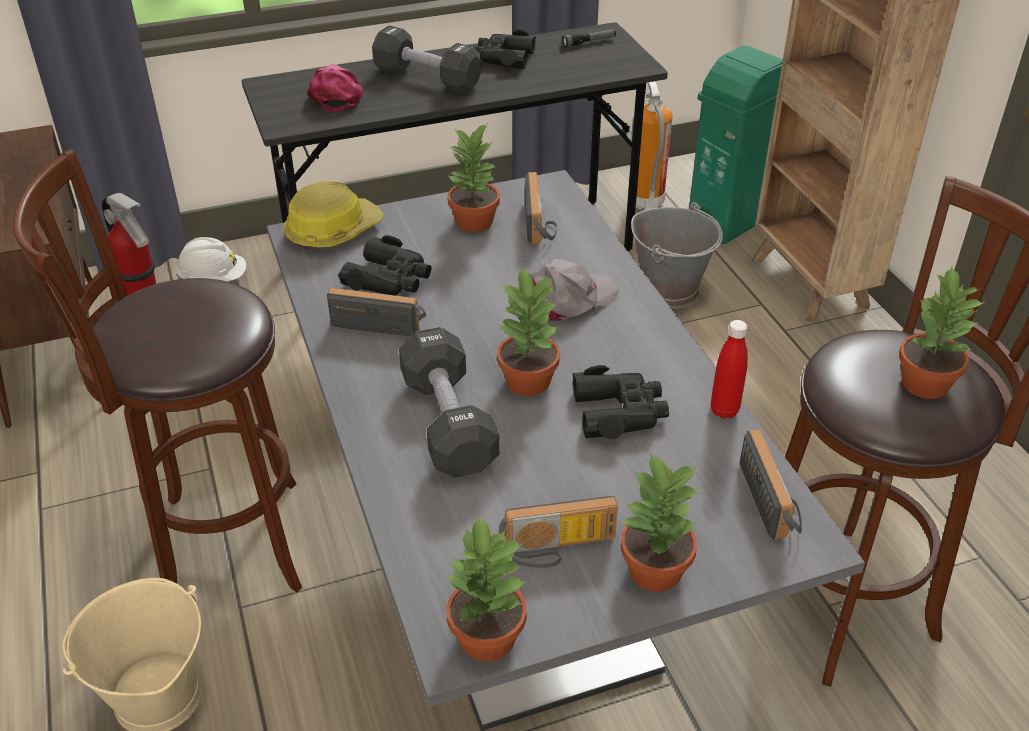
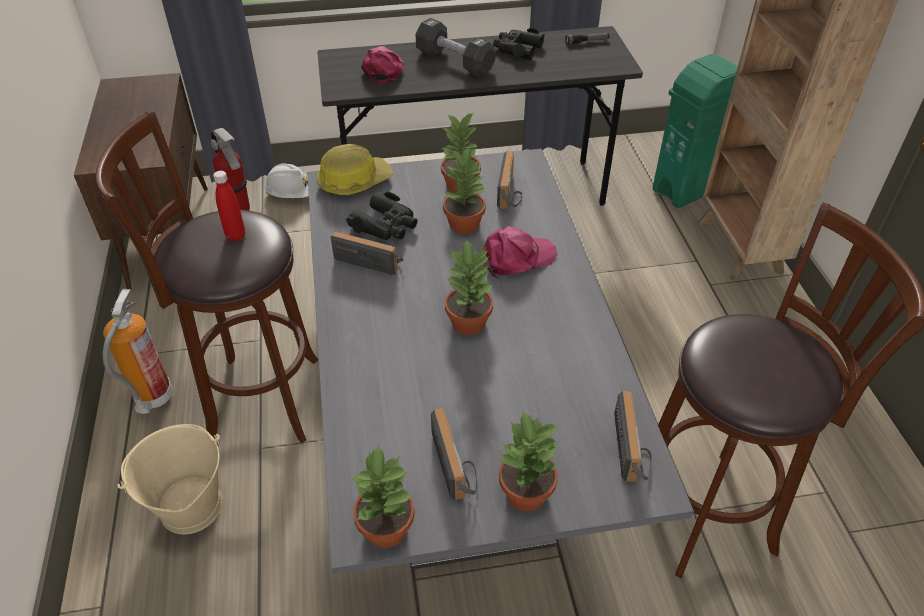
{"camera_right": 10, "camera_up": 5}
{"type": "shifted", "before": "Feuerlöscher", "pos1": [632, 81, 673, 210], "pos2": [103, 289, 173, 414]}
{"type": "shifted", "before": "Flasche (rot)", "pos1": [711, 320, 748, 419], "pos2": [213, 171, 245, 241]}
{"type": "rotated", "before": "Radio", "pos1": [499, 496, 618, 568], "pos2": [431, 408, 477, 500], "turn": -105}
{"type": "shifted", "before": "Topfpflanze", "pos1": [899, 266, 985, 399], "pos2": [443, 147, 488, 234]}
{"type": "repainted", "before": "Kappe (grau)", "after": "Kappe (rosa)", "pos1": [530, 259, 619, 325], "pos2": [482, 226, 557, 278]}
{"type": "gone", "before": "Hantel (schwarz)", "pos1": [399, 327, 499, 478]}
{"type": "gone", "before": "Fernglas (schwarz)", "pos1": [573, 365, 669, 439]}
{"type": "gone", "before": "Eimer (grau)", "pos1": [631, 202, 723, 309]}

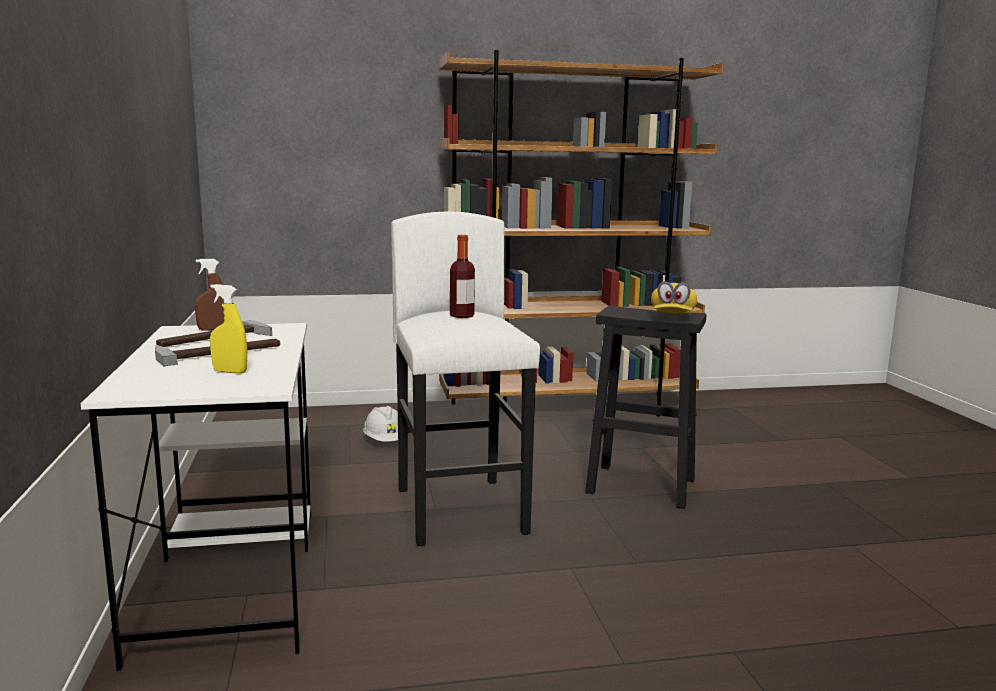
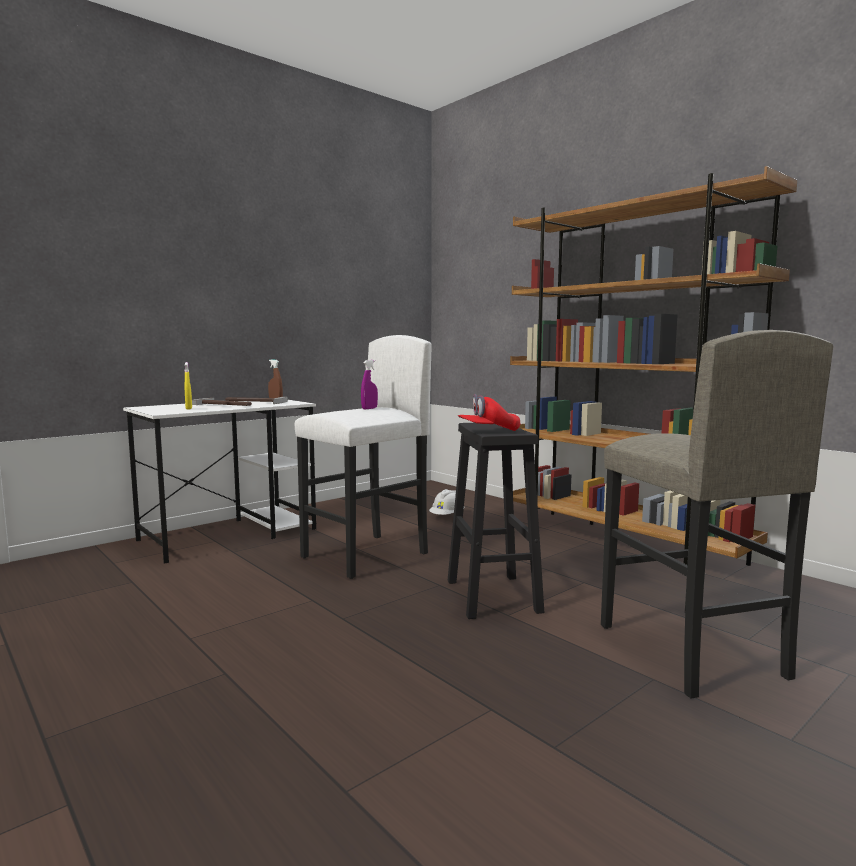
{"camera_right": 60, "camera_up": -5}
{"type": "swapped", "before": "Flasche", "after": "Sprühflasche (lila)", "pos1": [450, 235, 475, 318], "pos2": [361, 360, 378, 409]}
{"type": "repainted", "before": "Kappe (gelb)", "after": "Kappe (rot)", "pos1": [651, 281, 697, 313], "pos2": [458, 394, 520, 431]}
{"type": "new", "after": "Hocker (grau)", "pos2": [601, 330, 833, 699]}

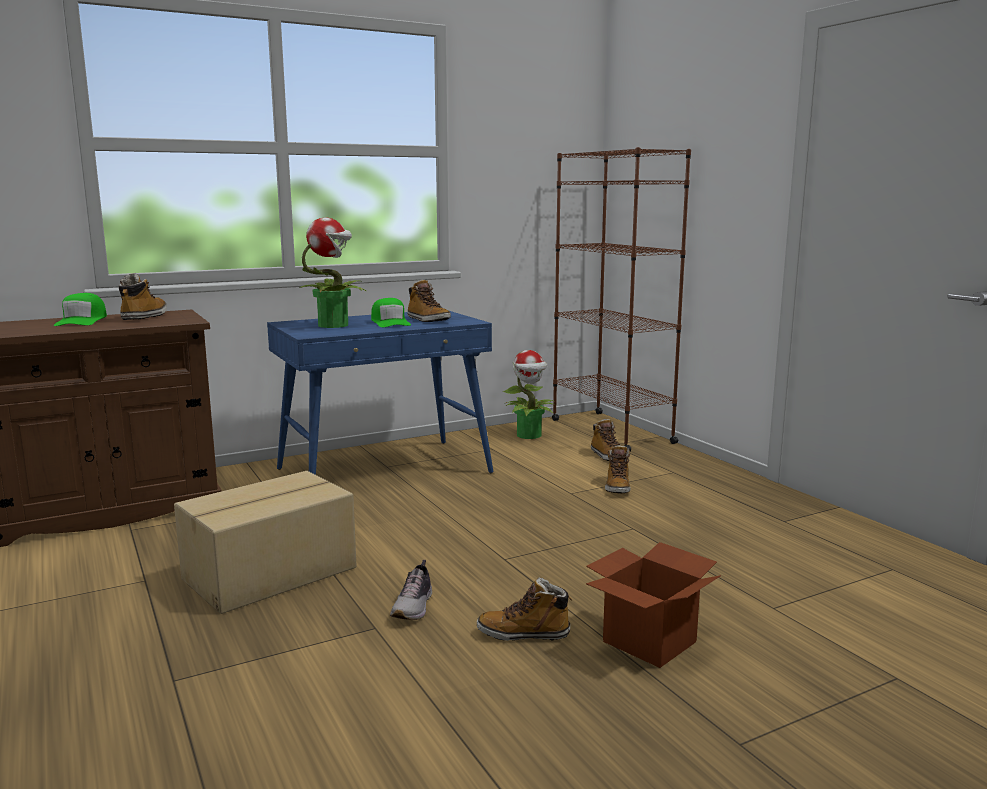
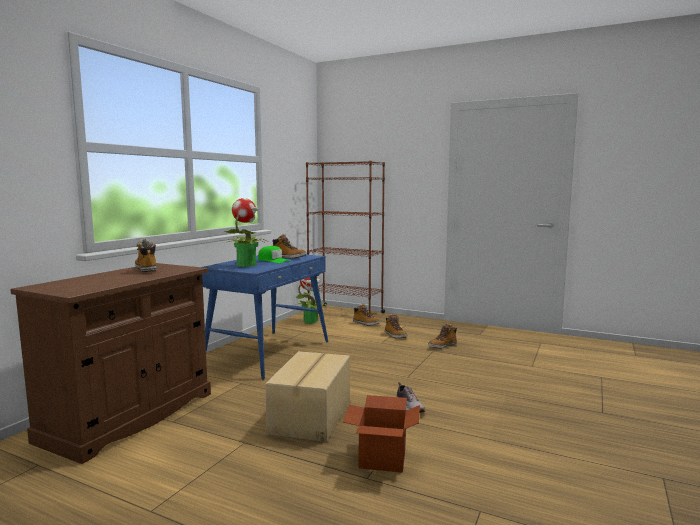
{"camera_right": -35, "camera_up": -5}
{"type": "shifted", "before": "Karton", "pos1": [586, 542, 721, 668], "pos2": [343, 395, 420, 473]}
{"type": "shifted", "before": "Stiefel", "pos1": [477, 578, 573, 641], "pos2": [428, 323, 457, 349]}
{"type": "gone", "before": "Kappe (grün)", "pos1": [54, 293, 107, 326]}

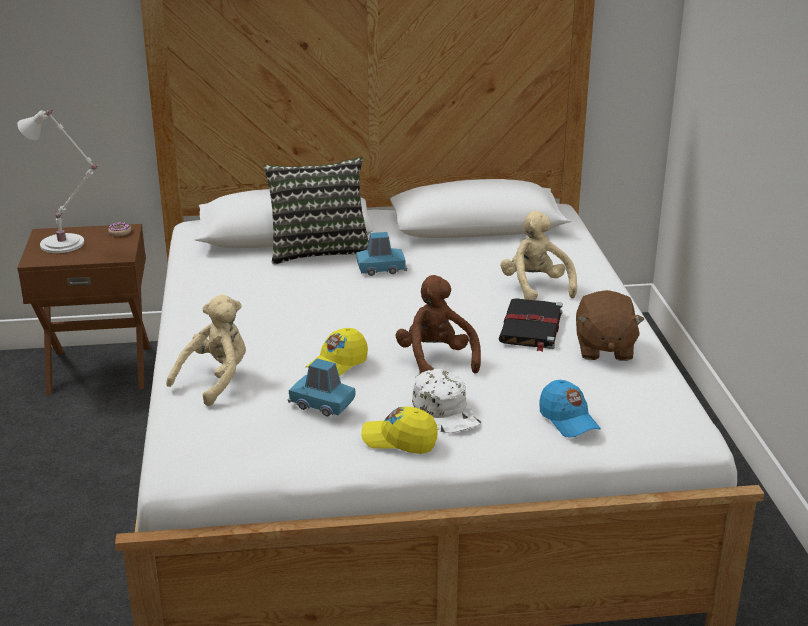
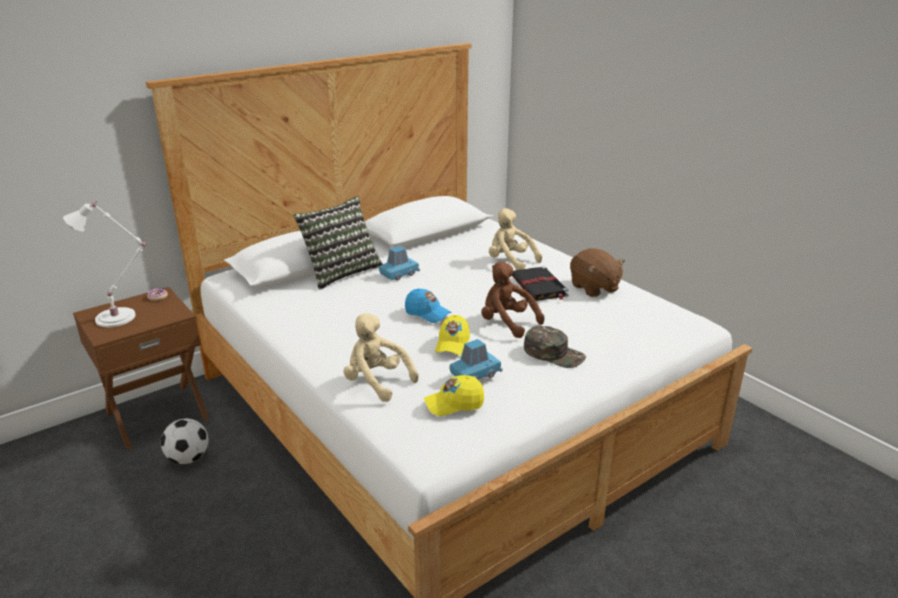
{"camera_right": -30, "camera_up": 0}
{"type": "new", "after": "Fußball", "pos2": [161, 419, 208, 464]}
{"type": "rotated", "before": "Plüschtier (beige)", "pos1": [166, 294, 246, 406], "pos2": [343, 313, 419, 402], "turn": -60}
{"type": "shifted", "before": "Kappe (blau)", "pos1": [539, 380, 601, 438], "pos2": [405, 289, 452, 323]}
{"type": "shifted", "before": "Kappe (gelb)", "pos1": [361, 406, 438, 454], "pos2": [424, 375, 484, 416]}
{"type": "rotated", "before": "Spielzeugauto (blau)", "pos1": [288, 359, 355, 417], "pos2": [450, 339, 503, 380], "turn": 150}
{"type": "repainted", "before": "Kappe (weiß)", "after": "Kappe (grün)", "pos1": [412, 369, 481, 433], "pos2": [524, 326, 586, 368]}

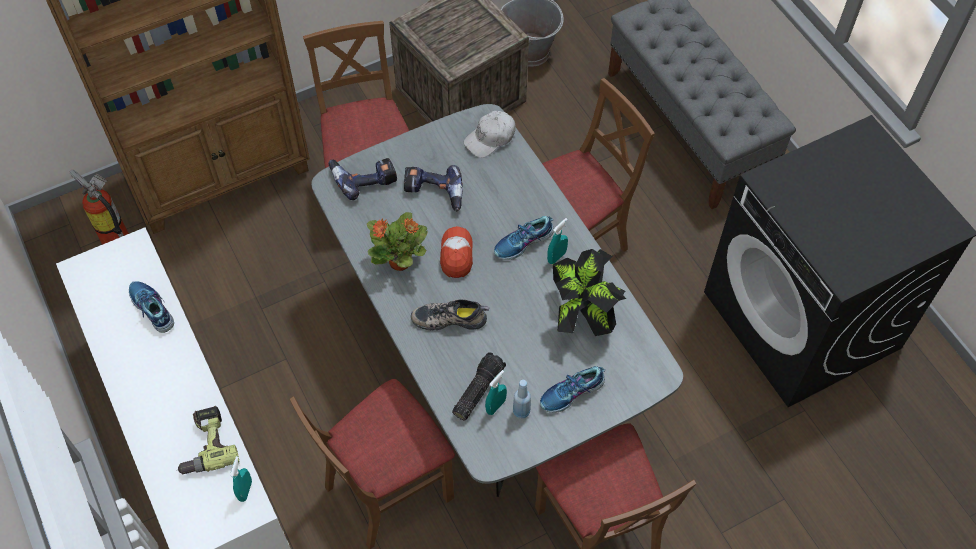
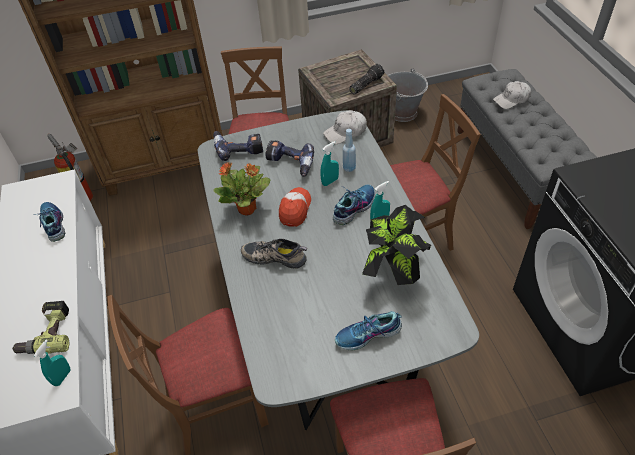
{"camera_right": 15, "camera_up": -10}
{"type": "shifted", "before": "Sprühflasche (türkis)", "pos1": [485, 370, 507, 415], "pos2": [320, 141, 339, 186]}
{"type": "rotated", "before": "Schuh", "pos1": [494, 216, 554, 260], "pos2": [333, 185, 375, 225], "turn": 150}
{"type": "shifted", "before": "Flasche (blau)", "pos1": [513, 380, 531, 419], "pos2": [343, 129, 356, 172]}
{"type": "shifted", "before": "Taschenlampe", "pos1": [452, 352, 506, 421], "pos2": [349, 64, 384, 95]}
{"type": "new", "after": "Kappe (weiß)", "pos2": [493, 81, 531, 109]}

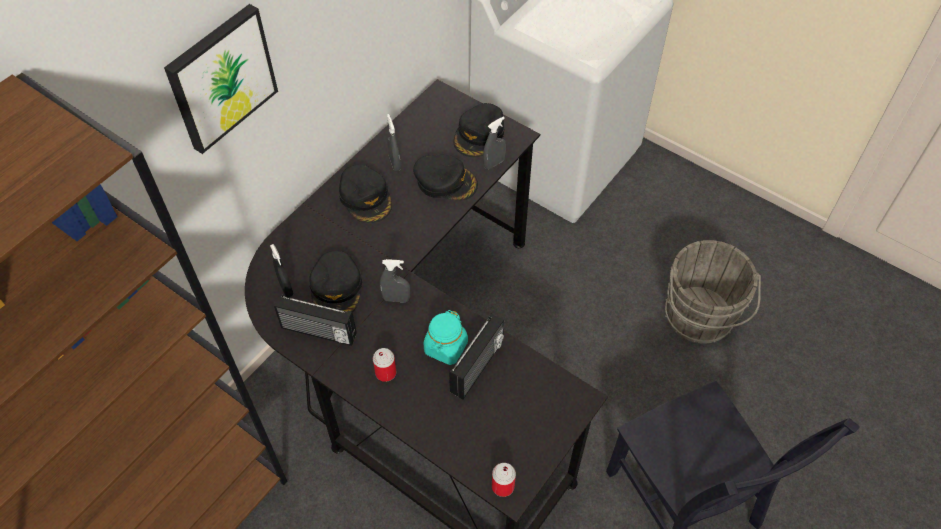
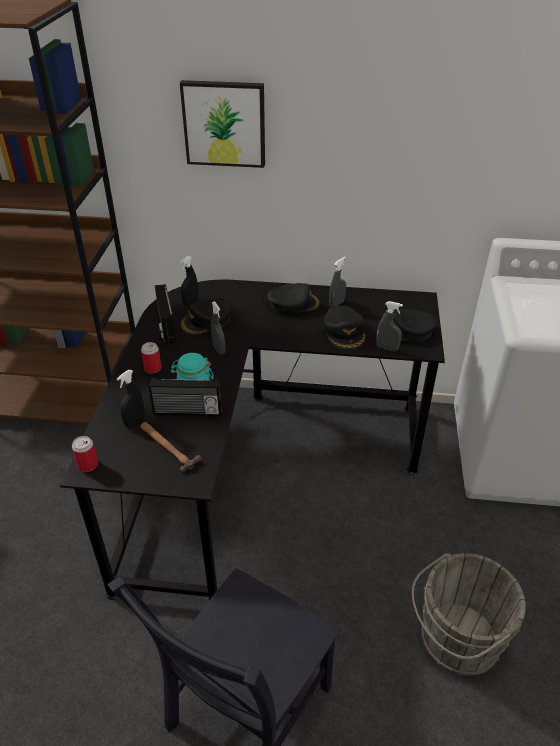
{"camera_right": 60, "camera_up": -15}
{"type": "new", "after": "Sprühflasche (schwarz)", "pos2": [117, 370, 144, 427]}
{"type": "new", "after": "Hammer", "pos2": [140, 422, 202, 472]}
{"type": "rotated", "before": "Kappe (schwarz)", "pos1": [339, 164, 392, 224], "pos2": [267, 283, 321, 315], "turn": -135}

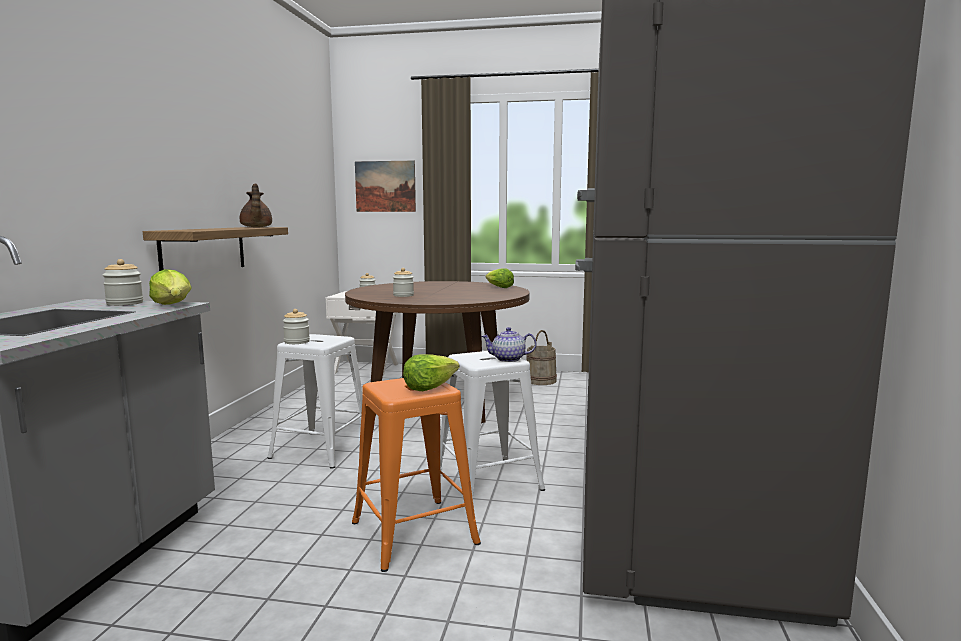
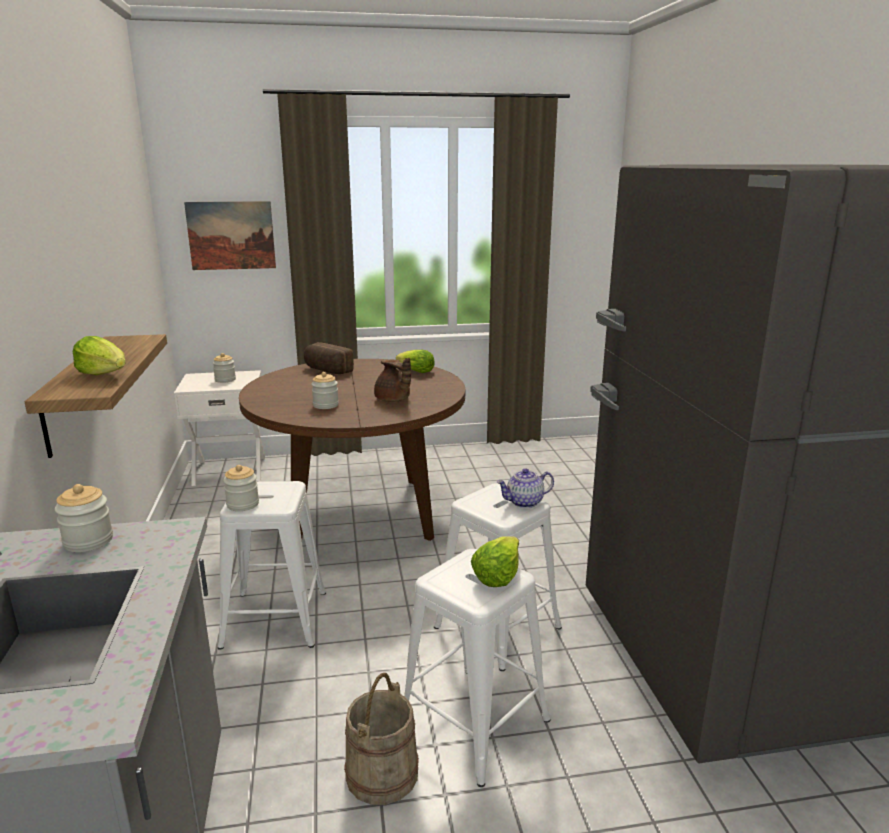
{"camera_right": -20, "camera_up": 10}
{"type": "shifted", "before": "Salatkopf", "pos1": [149, 269, 192, 305], "pos2": [73, 336, 126, 375]}
{"type": "new", "after": "Brot", "pos2": [304, 342, 354, 374]}
{"type": "shifted", "before": "Eimer (beige)", "pos1": [526, 330, 557, 385], "pos2": [344, 673, 419, 805]}
{"type": "shifted", "before": "Teekanne (braun)", "pos1": [240, 183, 272, 227], "pos2": [374, 358, 411, 402]}
{"type": "repainted", "before": "Hocker (orange)", "after": "Hocker (weiß)", "pos1": [352, 378, 481, 572], "pos2": [404, 549, 551, 787]}

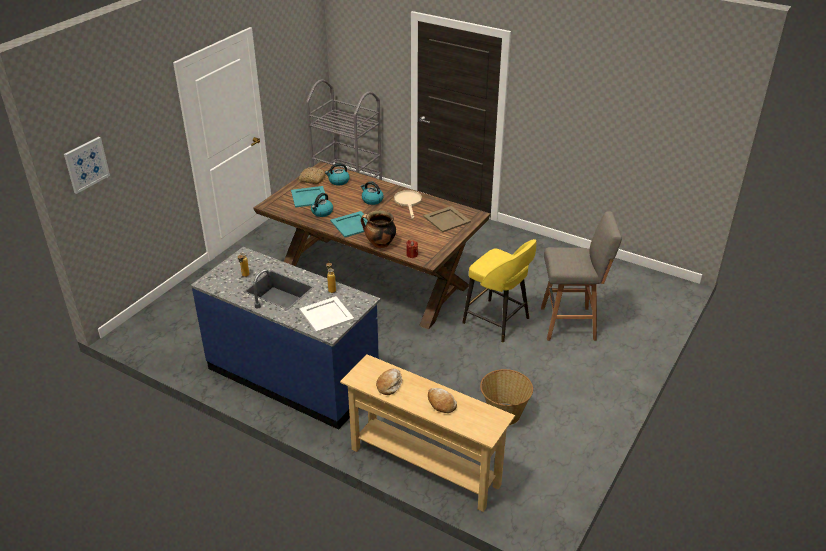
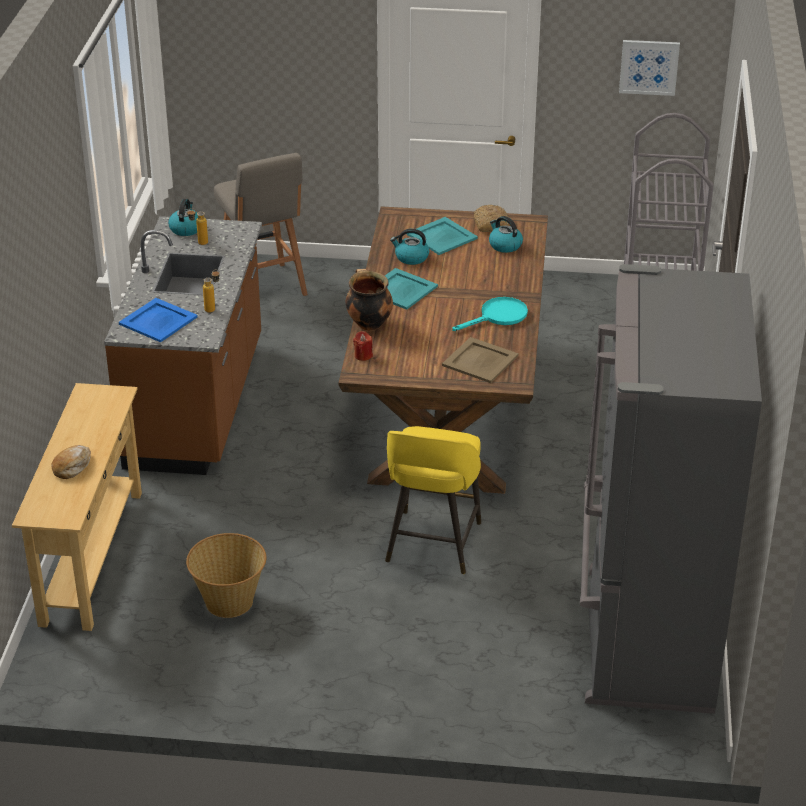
{"camera_right": 65, "camera_up": 0}
{"type": "repainted", "before": "Küchenzeile (blau)", "after": "Küchenzeile (braun)", "pos1": [191, 247, 381, 430], "pos2": [104, 216, 262, 475]}
{"type": "repainted", "before": "Tablett (weiß)", "after": "Tablett (blau)", "pos1": [299, 296, 354, 333], "pos2": [119, 298, 198, 342]}
{"type": "shifted", "before": "Wasserkessel", "pos1": [360, 181, 384, 205], "pos2": [168, 199, 198, 236]}
{"type": "shifted", "before": "Hocker (grau)", "pos1": [541, 211, 622, 341], "pos2": [214, 153, 308, 296]}
{"type": "repainted", "before": "Pfanne (beige)", "after": "Pfanne (türkis)", "pos1": [394, 190, 422, 219], "pos2": [452, 297, 528, 331]}
{"type": "new", "after": "Kühlschrank (grau)", "pos2": [580, 264, 762, 714]}
{"type": "shifted", "before": "Bild", "pos1": [64, 137, 110, 194], "pos2": [619, 40, 680, 96]}
{"type": "gone", "before": "Brot", "pos1": [376, 369, 402, 395]}

